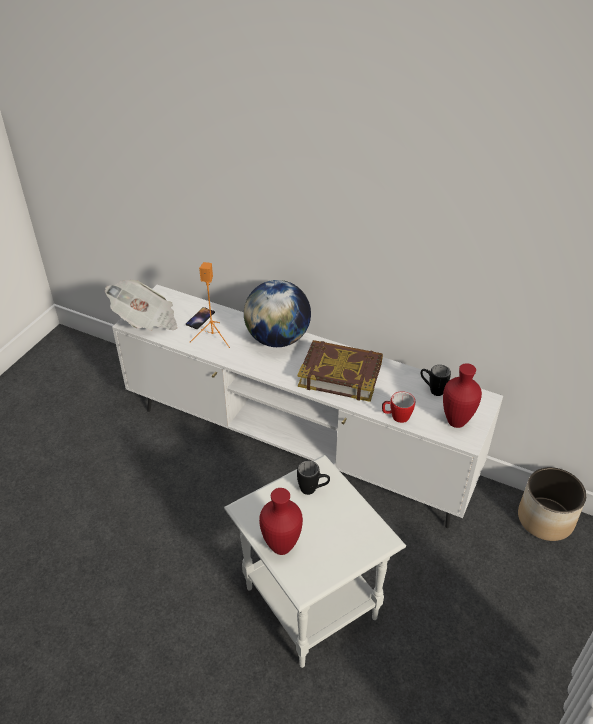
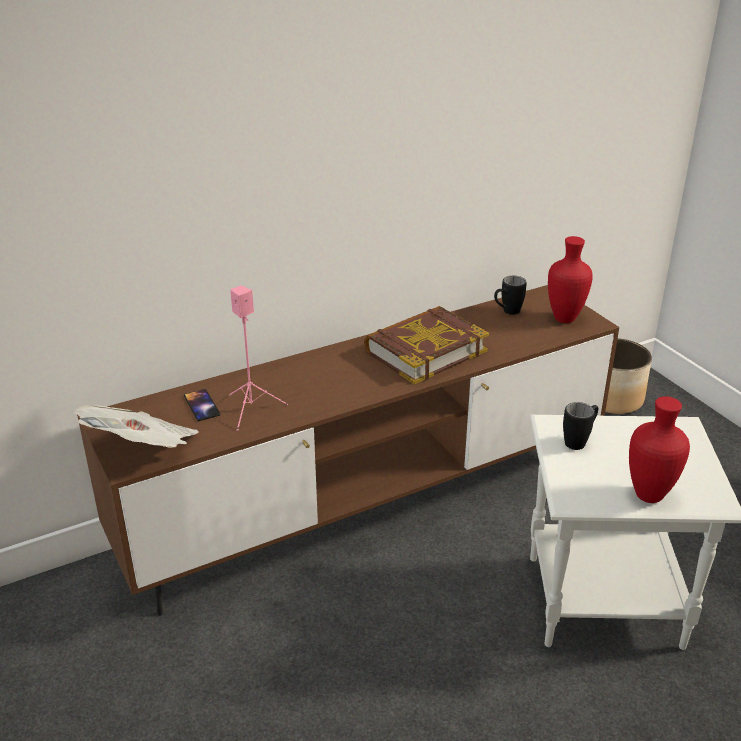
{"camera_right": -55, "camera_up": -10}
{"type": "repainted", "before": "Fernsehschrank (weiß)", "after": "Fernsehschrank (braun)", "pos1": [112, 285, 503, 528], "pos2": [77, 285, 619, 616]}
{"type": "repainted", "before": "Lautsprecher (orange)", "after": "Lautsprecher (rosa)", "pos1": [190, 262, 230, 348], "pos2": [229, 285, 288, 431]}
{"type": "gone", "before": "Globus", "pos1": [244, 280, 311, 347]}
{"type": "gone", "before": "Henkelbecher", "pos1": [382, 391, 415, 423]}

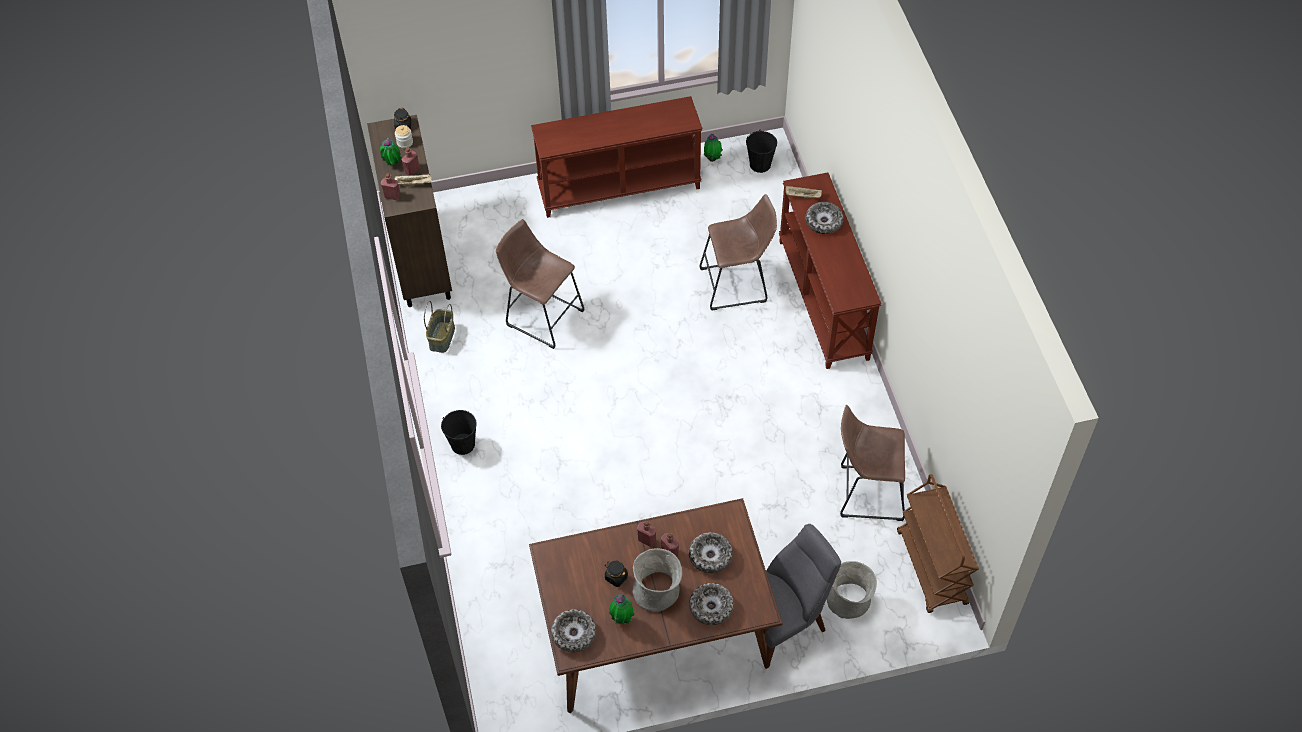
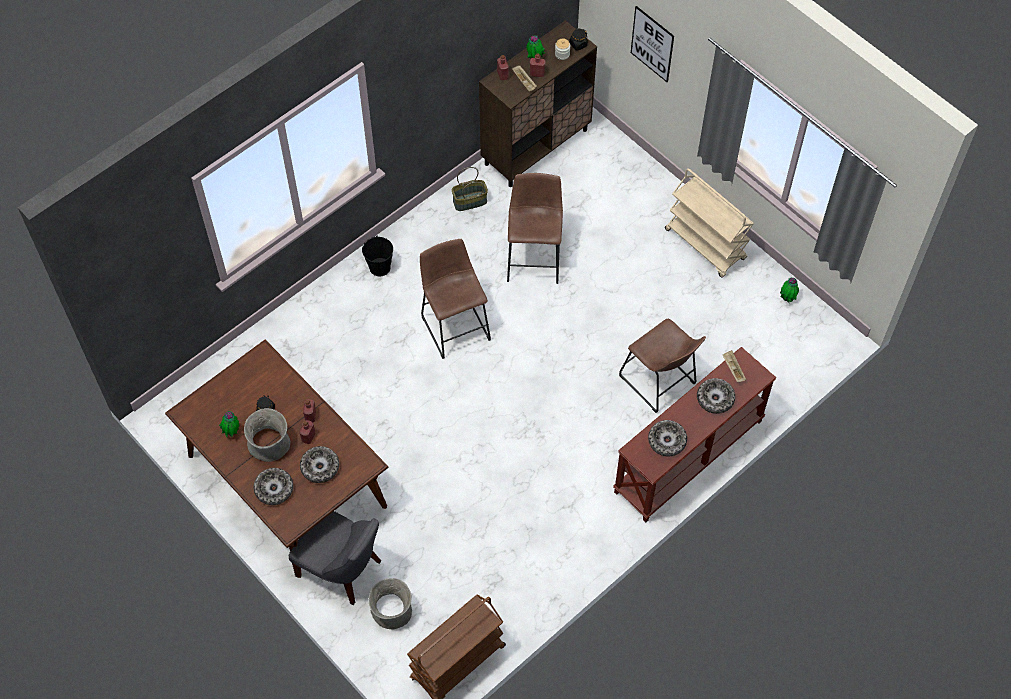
{"camera_right": 60, "camera_up": 5}
{"type": "shifted", "before": "Hocker (braun)", "pos1": [840, 405, 905, 521], "pos2": [420, 239, 491, 359]}
{"type": "new", "after": "Bild", "pos2": [631, 6, 674, 82]}
{"type": "shifted", "before": "Schüssel", "pos1": [551, 609, 596, 652], "pos2": [648, 420, 687, 456]}
{"type": "swapped", "before": "Konsolentisch (braun)", "after": "Rollwagen (beige)", "pos1": [531, 96, 702, 218], "pos2": [665, 168, 754, 278]}
{"type": "gone", "before": "Eimer (schwarz)", "pos1": [746, 130, 777, 173]}

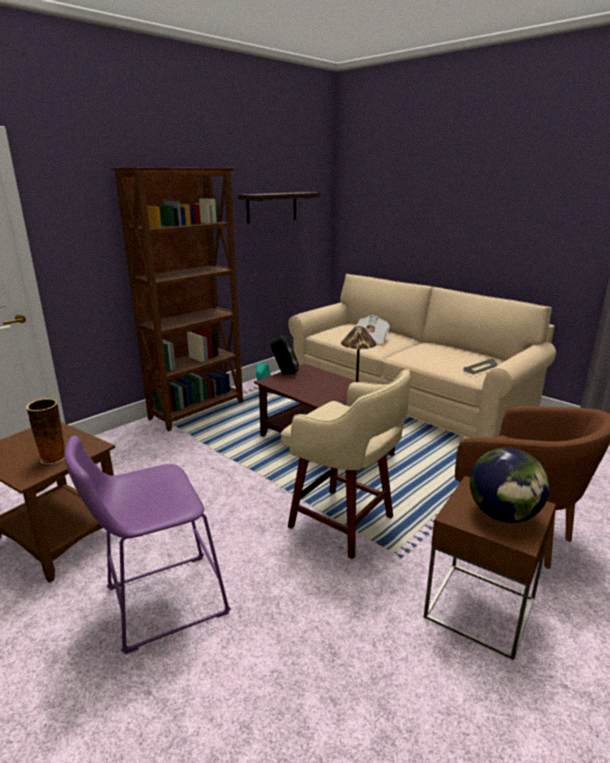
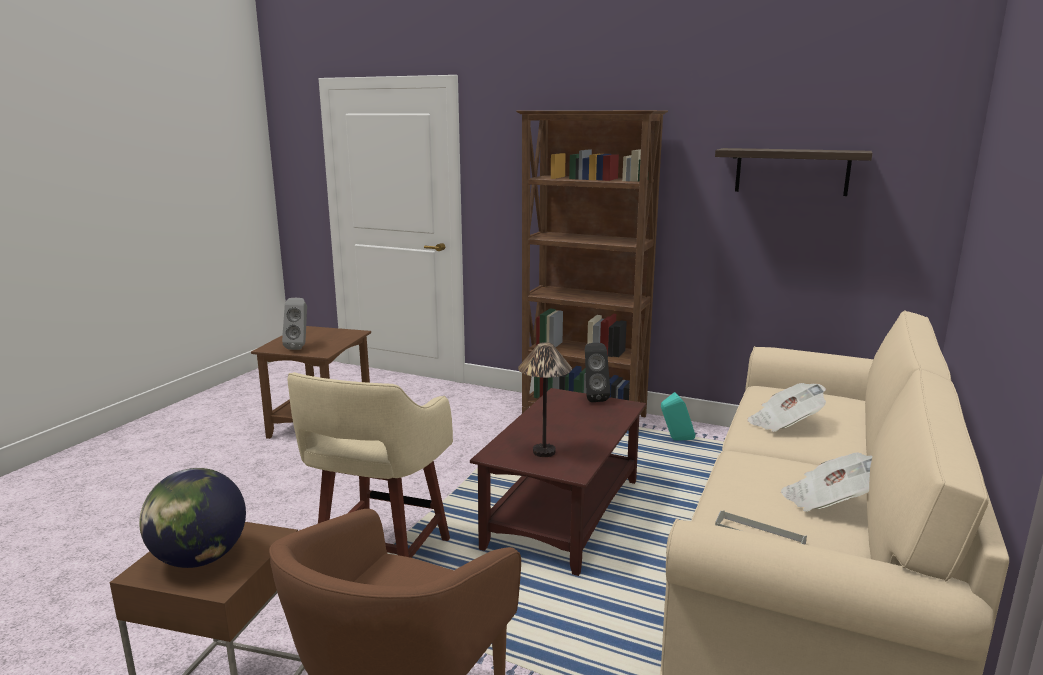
{"camera_right": 70, "camera_up": -5}
{"type": "swapped", "before": "Vase", "after": "Lautsprecher (grau)", "pos1": [26, 398, 65, 464], "pos2": [282, 298, 307, 350]}
{"type": "new", "after": "Zeitung", "pos2": [781, 452, 872, 512]}
{"type": "gone", "before": "Hocker (lila)", "pos1": [64, 436, 231, 654]}

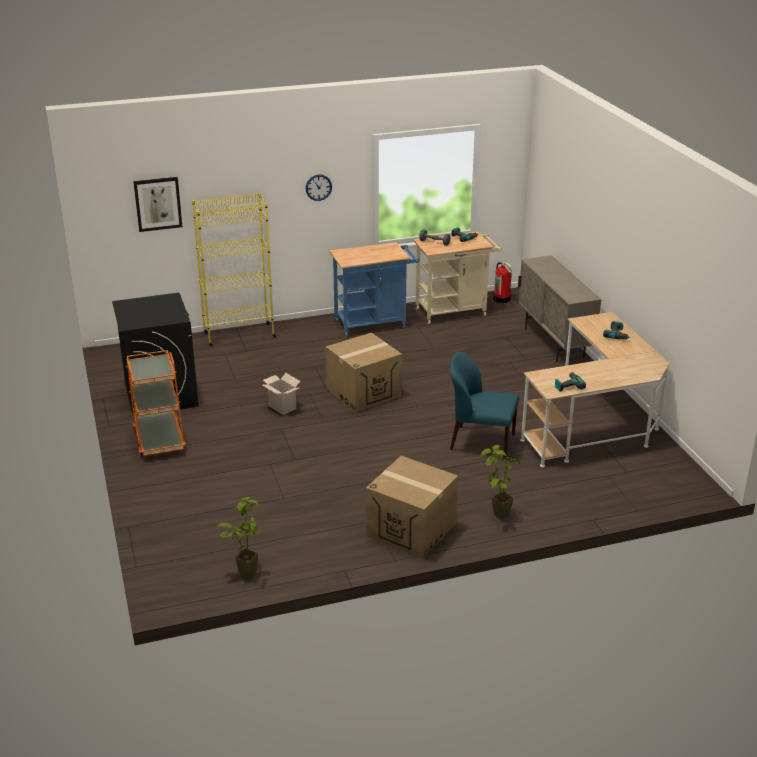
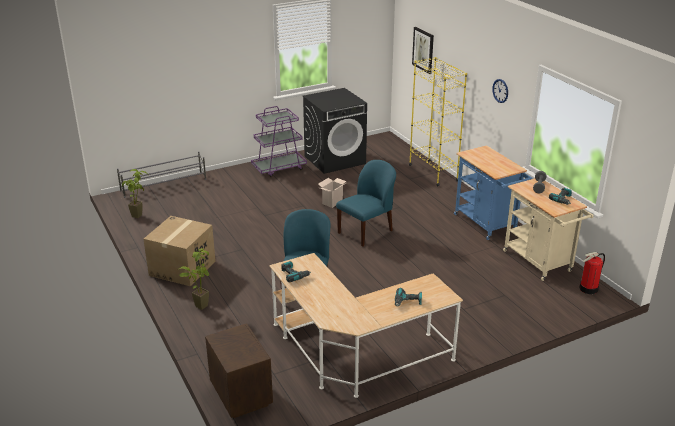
{"camera_right": 80, "camera_up": 0}
{"type": "new", "after": "Schuhregal (grau)", "pos2": [117, 151, 206, 198]}
{"type": "new", "after": "Nachttisch (braun)", "pos2": [205, 323, 273, 418]}
{"type": "repainted", "before": "Rollwagen (orange)", "after": "Rollwagen (lila)", "pos1": [126, 350, 186, 456], "pos2": [251, 106, 307, 177]}
{"type": "swapped", "before": "Karton", "after": "Stuhl (blau)", "pos1": [326, 332, 402, 413], "pos2": [336, 160, 396, 247]}
{"type": "gone", "before": "Schrank (beige)", "pos1": [518, 255, 601, 362]}

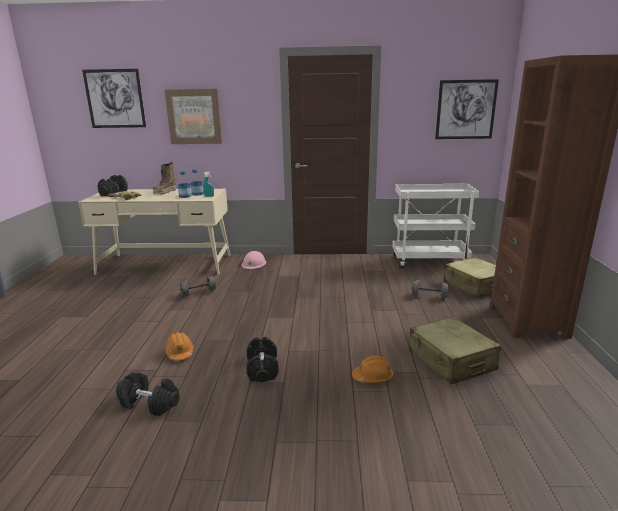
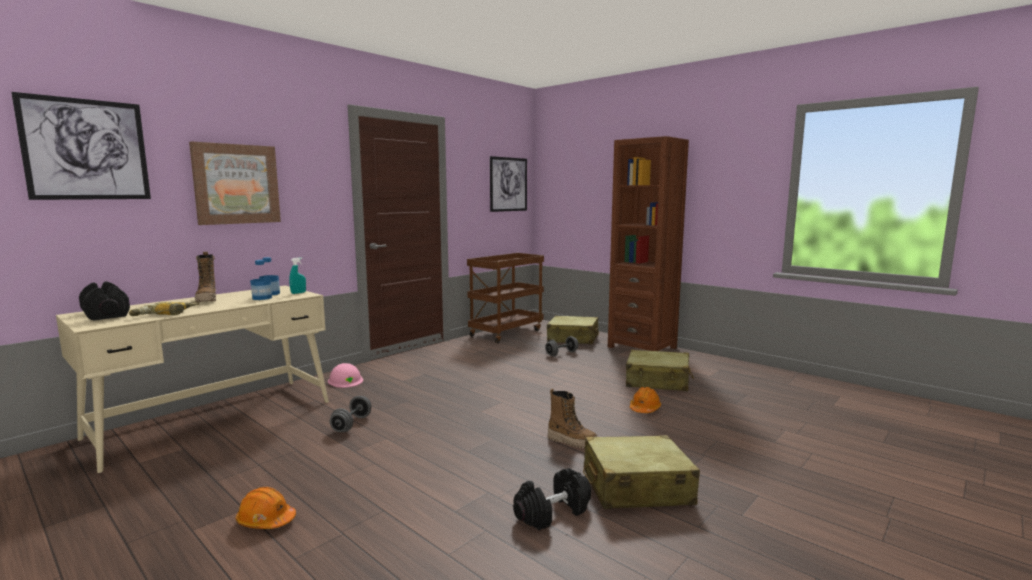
{"camera_right": -50, "camera_up": -10}
{"type": "shifted", "before": "Schutzhelm (orange)", "pos1": [165, 332, 194, 360], "pos2": [236, 487, 296, 529]}
{"type": "repainted", "before": "Rollwagen (weiß)", "after": "Rollwagen (braun)", "pos1": [392, 184, 479, 269], "pos2": [467, 253, 544, 343]}
{"type": "swapped", "before": "Hantel (schwarz)", "after": "Stiefel", "pos1": [246, 337, 279, 382], "pos2": [548, 388, 597, 448]}
{"type": "new", "after": "Koffer (beige)", "pos2": [583, 435, 700, 509]}

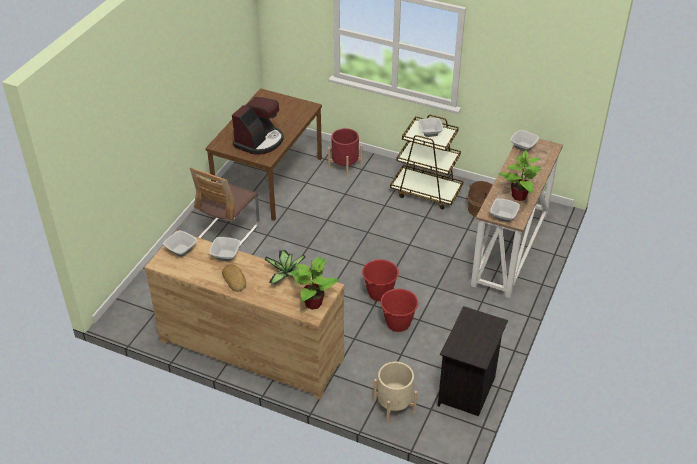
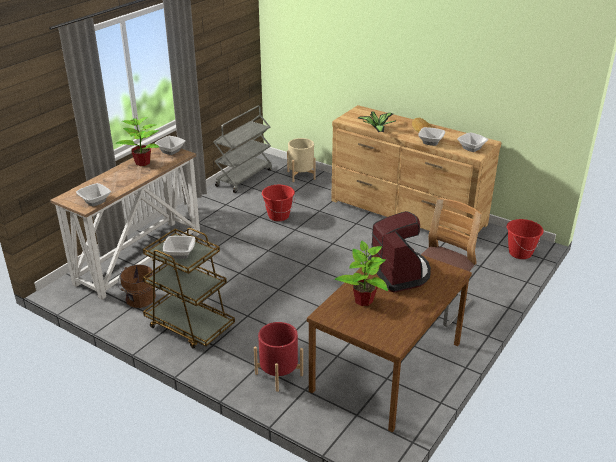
{"camera_right": -170, "camera_up": -10}
{"type": "swapped", "before": "Nachttisch (schwarz)", "after": "Rollwagen (grau)", "pos1": [438, 306, 508, 416], "pos2": [213, 106, 272, 193]}
{"type": "shifted", "before": "Topfpflanze", "pos1": [291, 257, 339, 310], "pos2": [335, 241, 388, 306]}
{"type": "rotated", "before": "Kaffeemaschine", "pos1": [232, 97, 284, 155], "pos2": [368, 211, 431, 293], "turn": 120}
{"type": "shifted", "before": "Eimer (rot)", "pos1": [362, 259, 399, 301], "pos2": [507, 219, 544, 259]}

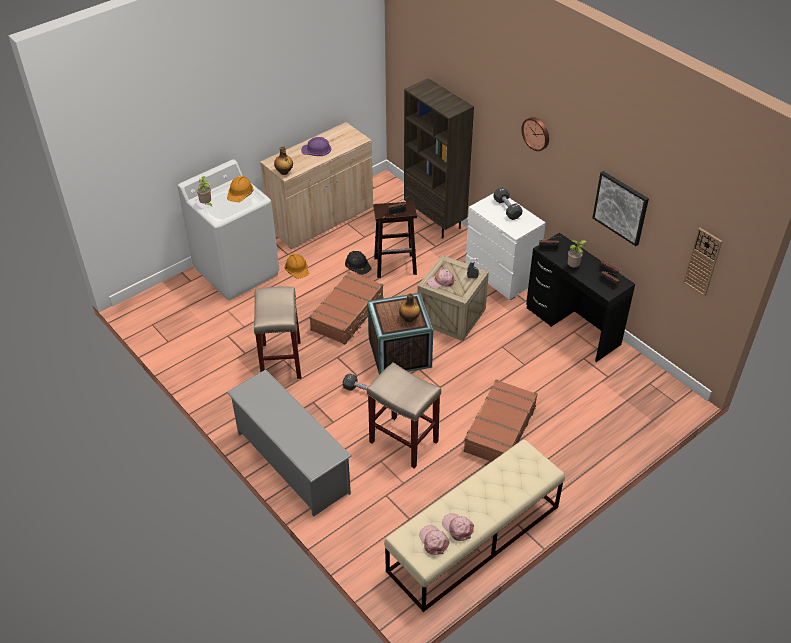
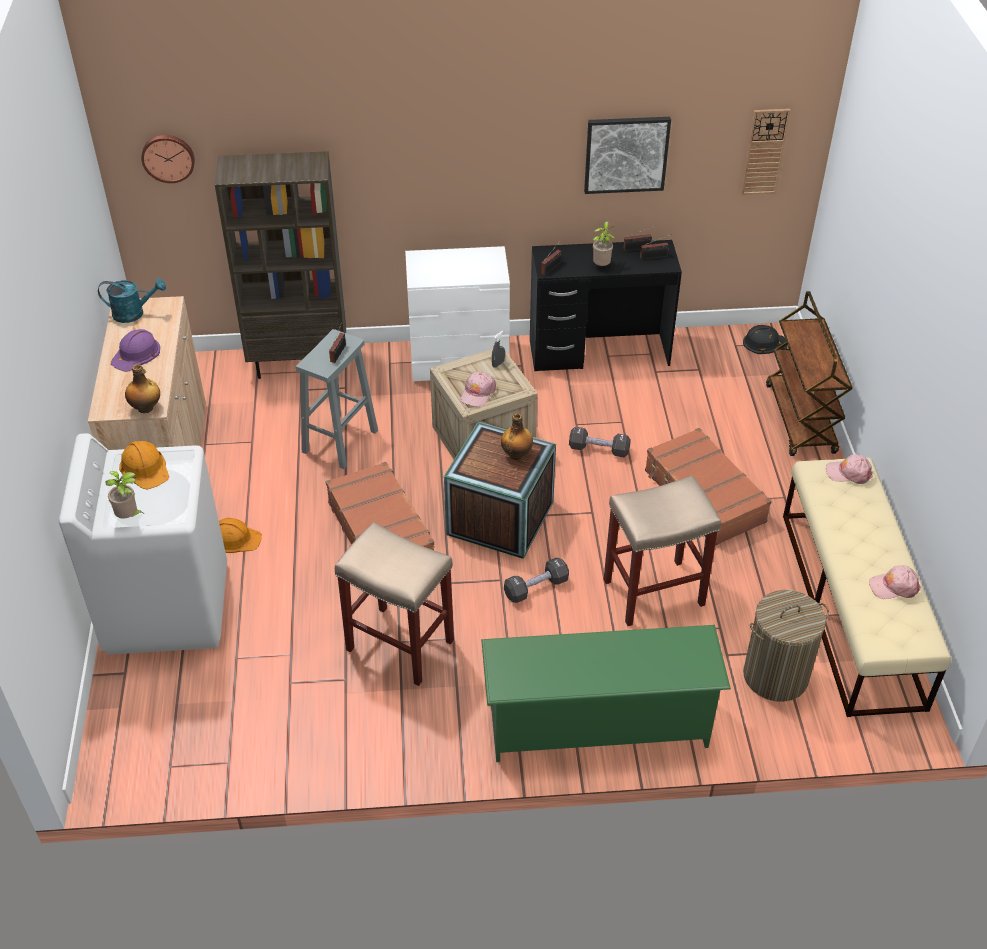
{"camera_right": -55, "camera_up": 0}
{"type": "new", "after": "Gießkanne (türkis)", "pos2": [98, 278, 166, 323]}
{"type": "shifted", "before": "Wanduhr", "pos1": [521, 117, 549, 151], "pos2": [141, 135, 195, 183]}
{"type": "repainted", "before": "Hocker (braun)", "after": "Hocker (grau)", "pos1": [373, 201, 417, 278], "pos2": [296, 329, 378, 469]}
{"type": "repainted", "before": "Schuhregal (grau)", "after": "Schuhregal (grün)", "pos1": [226, 369, 352, 517], "pos2": [481, 625, 731, 762]}
{"type": "shifted", "before": "Hantel (schwarz)", "pos1": [493, 187, 523, 220], "pos2": [569, 427, 631, 457]}
{"type": "shifted", "before": "Schutzhelm (schwarz)", "pos1": [345, 251, 372, 275], "pos2": [743, 325, 788, 354]}
{"type": "new", "after": "Wäschekorb", "pos2": [743, 590, 829, 702]}
{"type": "new", "after": "Rollwagen (braun)", "pos2": [766, 291, 853, 456]}
{"type": "shifted", "before": "Kappe (rosa)", "pos1": [419, 525, 450, 555], "pos2": [826, 454, 873, 484]}

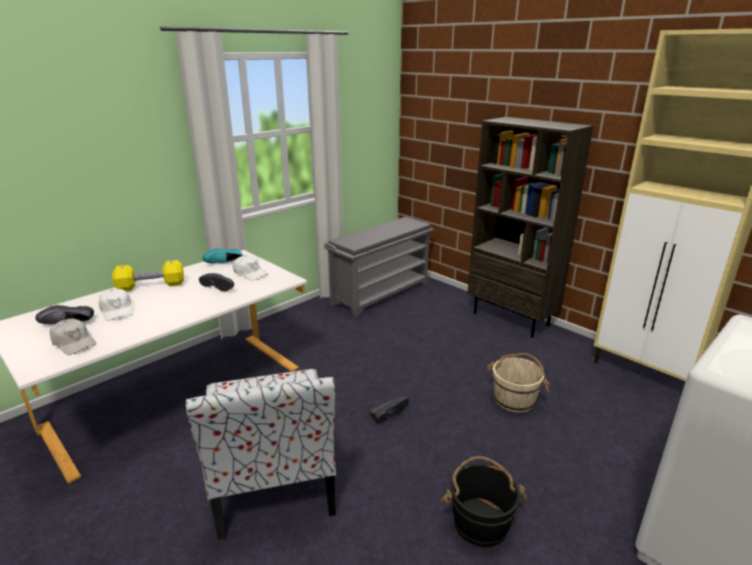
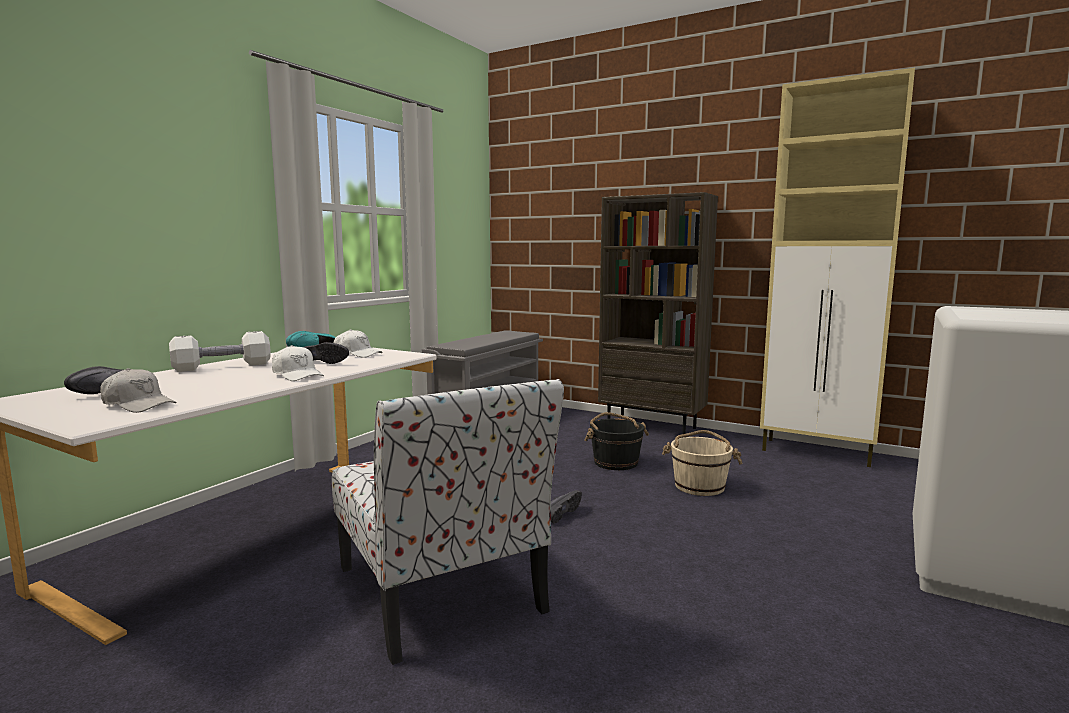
{"camera_right": -15, "camera_up": -15}
{"type": "repainted", "before": "Hantel (gelb)", "after": "Hantel (weiß)", "pos1": [112, 260, 184, 291], "pos2": [169, 331, 271, 372]}
{"type": "shifted", "before": "Kappe (weiß)", "pos1": [99, 289, 133, 321], "pos2": [272, 345, 324, 381]}
{"type": "shifted", "before": "Eimer (schwarz)", "pos1": [440, 456, 528, 547], "pos2": [584, 412, 649, 470]}

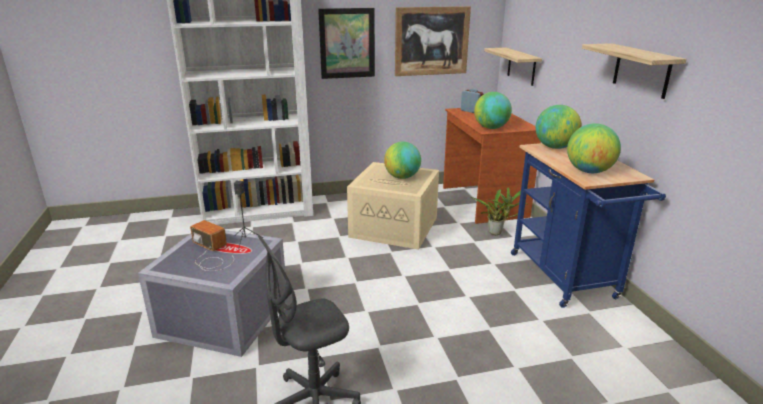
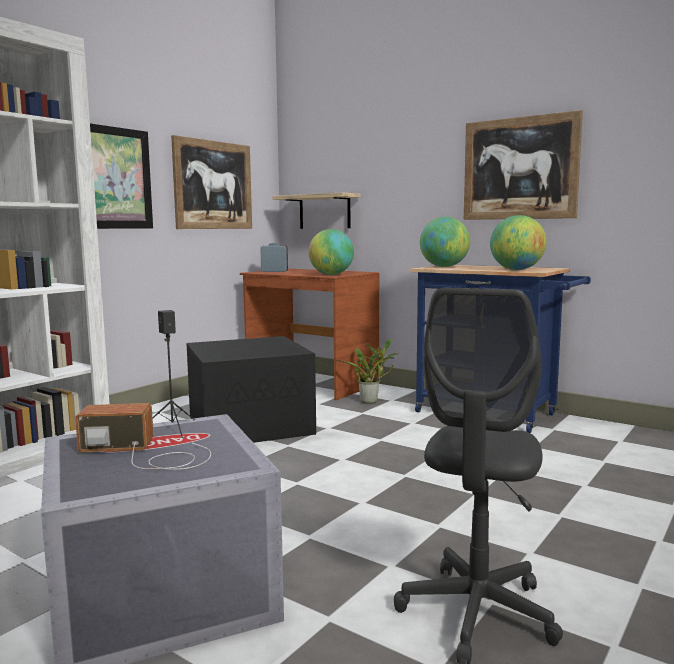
{"camera_right": -40, "camera_up": -15}
{"type": "repainted", "before": "Aufbewahrungsbox (beige)", "after": "Aufbewahrungsbox (schwarz)", "pos1": [347, 162, 439, 250], "pos2": [186, 336, 316, 443]}
{"type": "swapped", "before": "Wandregal", "after": "Bild", "pos1": [582, 43, 686, 99], "pos2": [464, 110, 583, 220]}
{"type": "gone", "before": "Globus", "pos1": [384, 142, 421, 179]}

